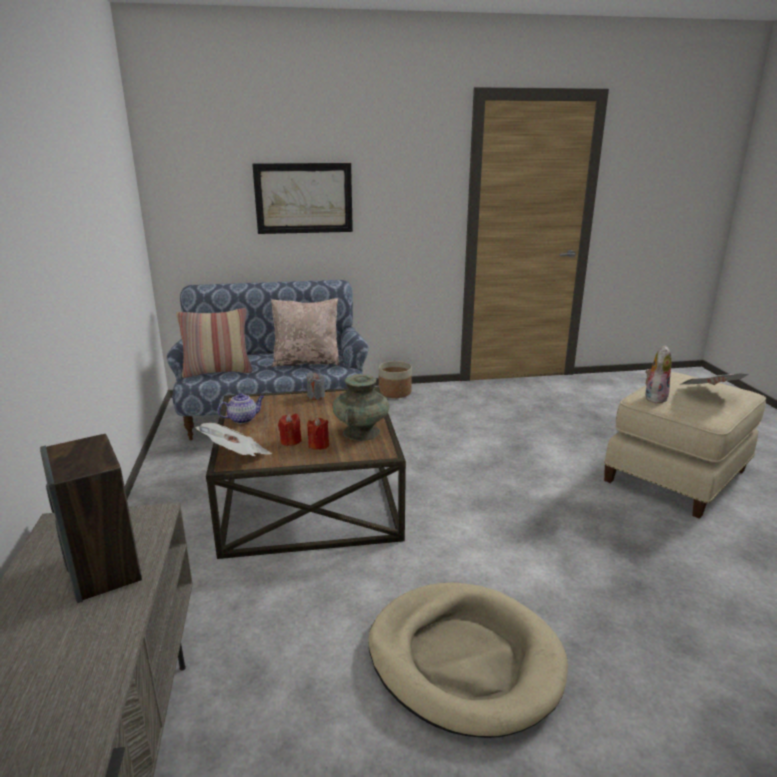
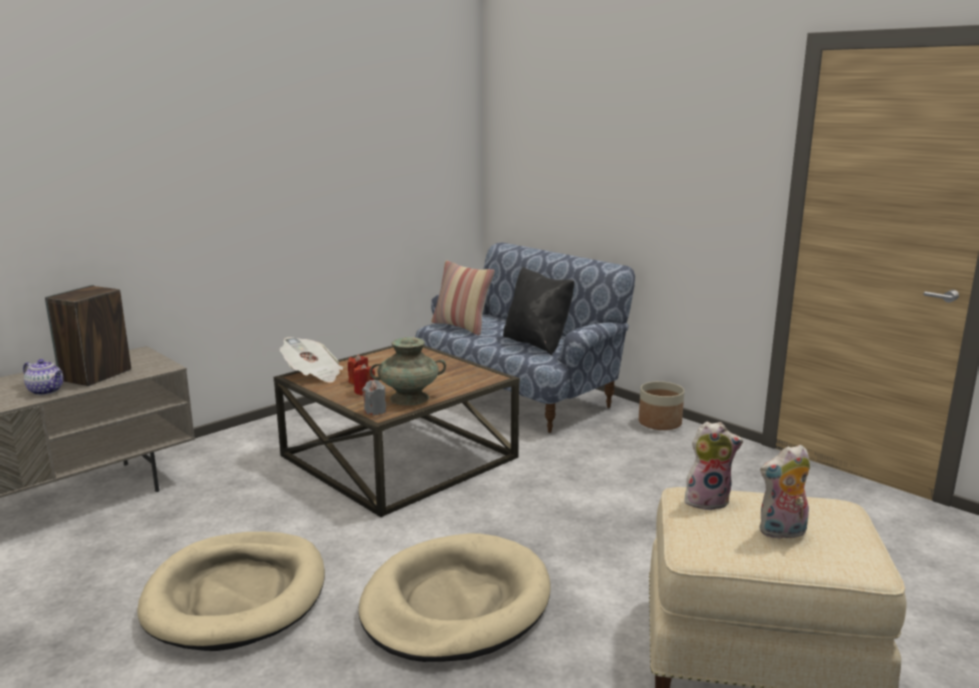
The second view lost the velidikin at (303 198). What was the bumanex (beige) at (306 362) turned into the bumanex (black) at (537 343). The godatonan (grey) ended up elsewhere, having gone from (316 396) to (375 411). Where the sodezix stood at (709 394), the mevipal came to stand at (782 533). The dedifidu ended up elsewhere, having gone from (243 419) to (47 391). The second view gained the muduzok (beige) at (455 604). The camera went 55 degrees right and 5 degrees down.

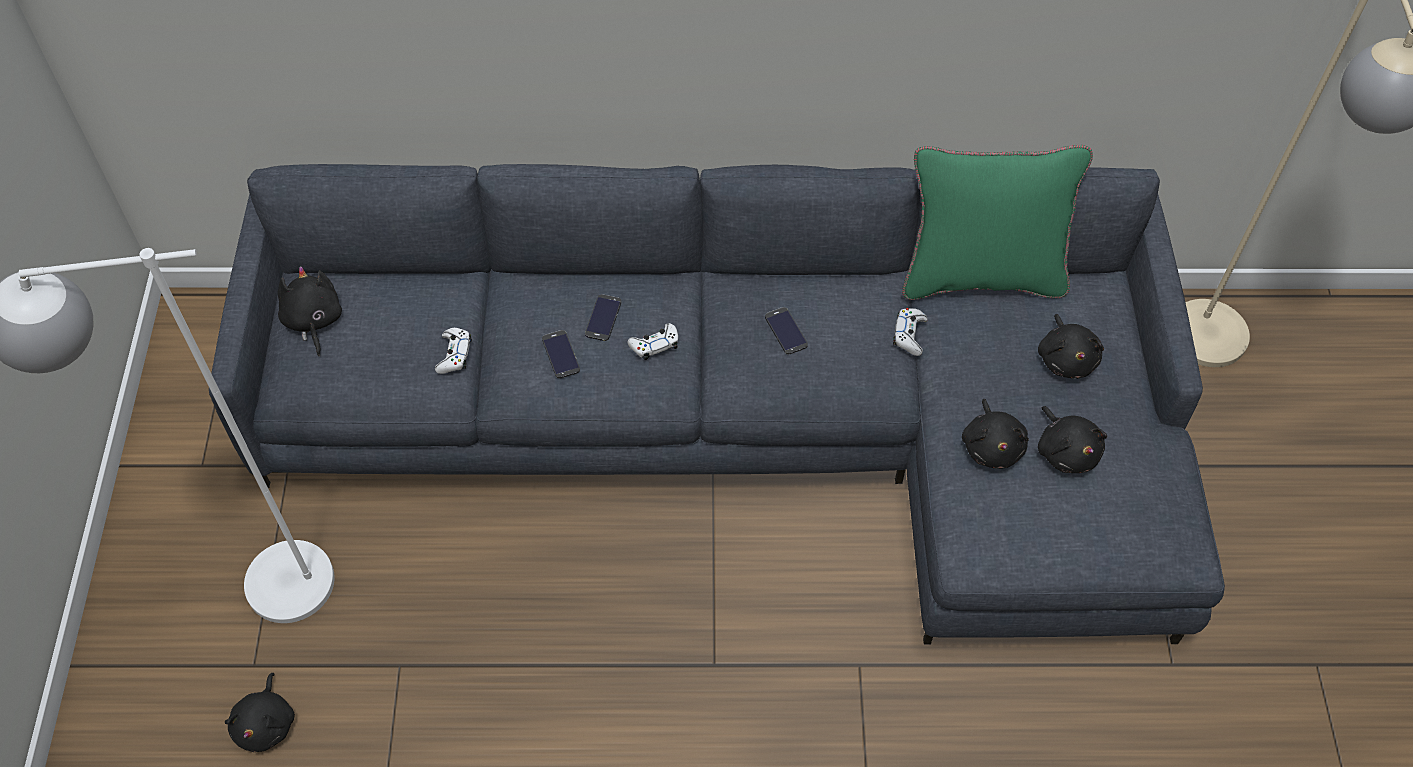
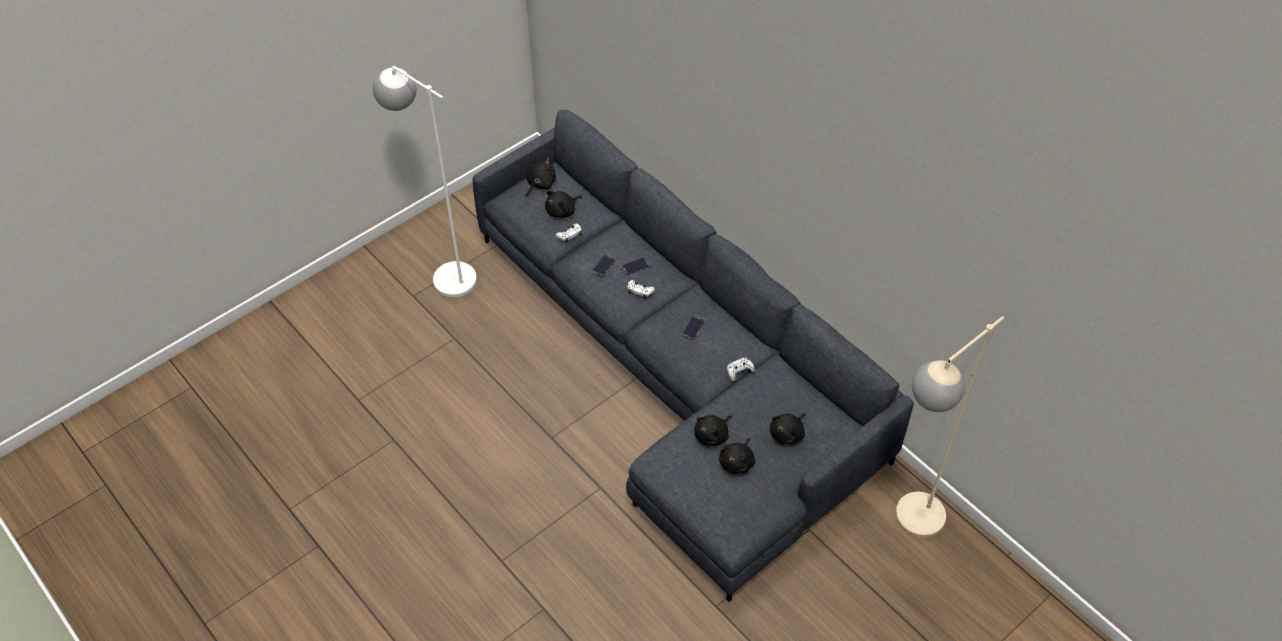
The second view lost the bumanex (green) at (980 275). The mevipal (black) ended up elsewhere, having gone from (266 723) to (562 211). The camera went 50 degrees right and 5 degrees down.

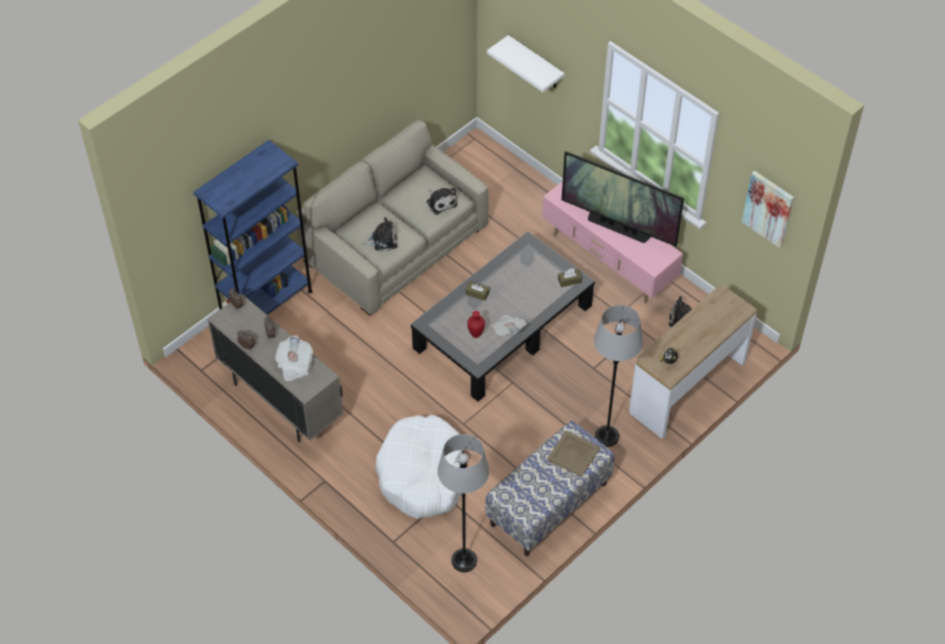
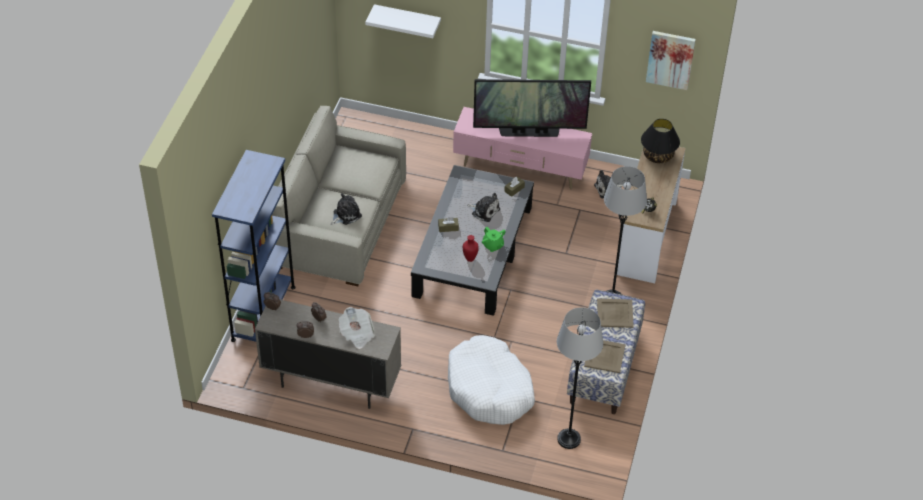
The mevipal ended up elsewhere, having gone from (441 202) to (484 211). Where the sodezix stood at (507 330), the dedifidu (green) came to stand at (493 246). The second view gained the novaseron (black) at (657 156). The second view gained the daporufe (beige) at (604 355). The camera went 30 degrees left and 5 degrees down.

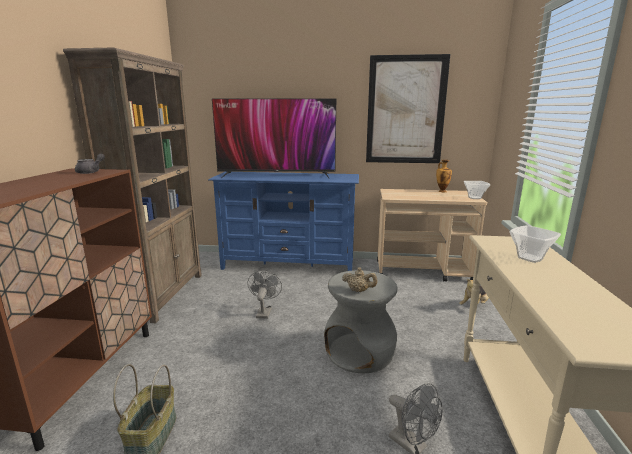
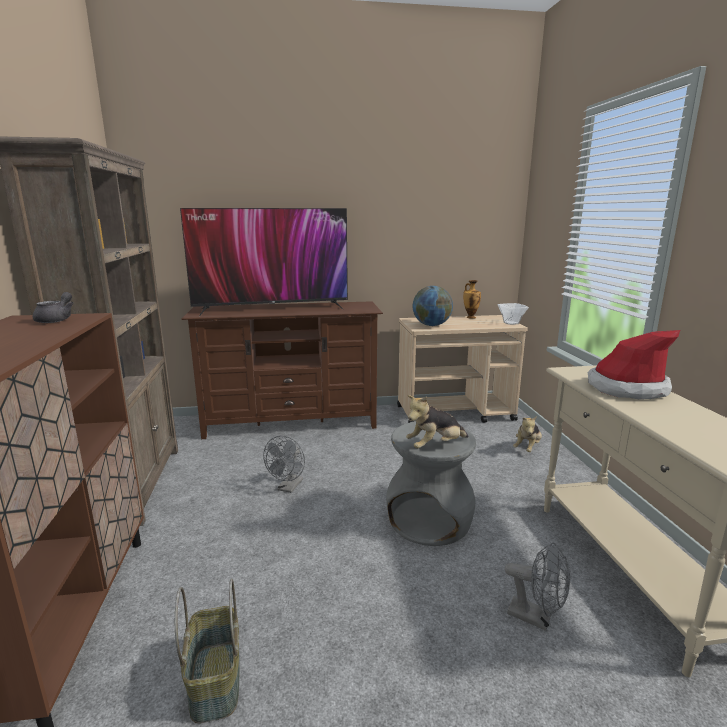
The second view lost the velidikin at (405 110). What was the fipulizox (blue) at (288 265) turned into the fipulizox (brown) at (291 423). Where the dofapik stood at (530 258), the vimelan came to stand at (626 388). Where the dedifidu (beige) stood at (359 290), the mevipal came to stand at (435 446). The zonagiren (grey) at (264 311) ended up facing another way, 150 degrees counterclockwise from before. The second view gained the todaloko at (431 325). The camera went 15 degrees left and 0 degrees up.

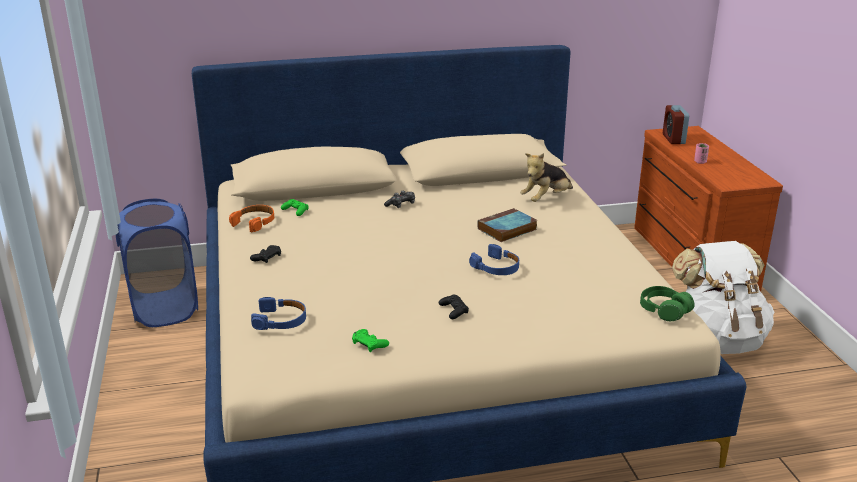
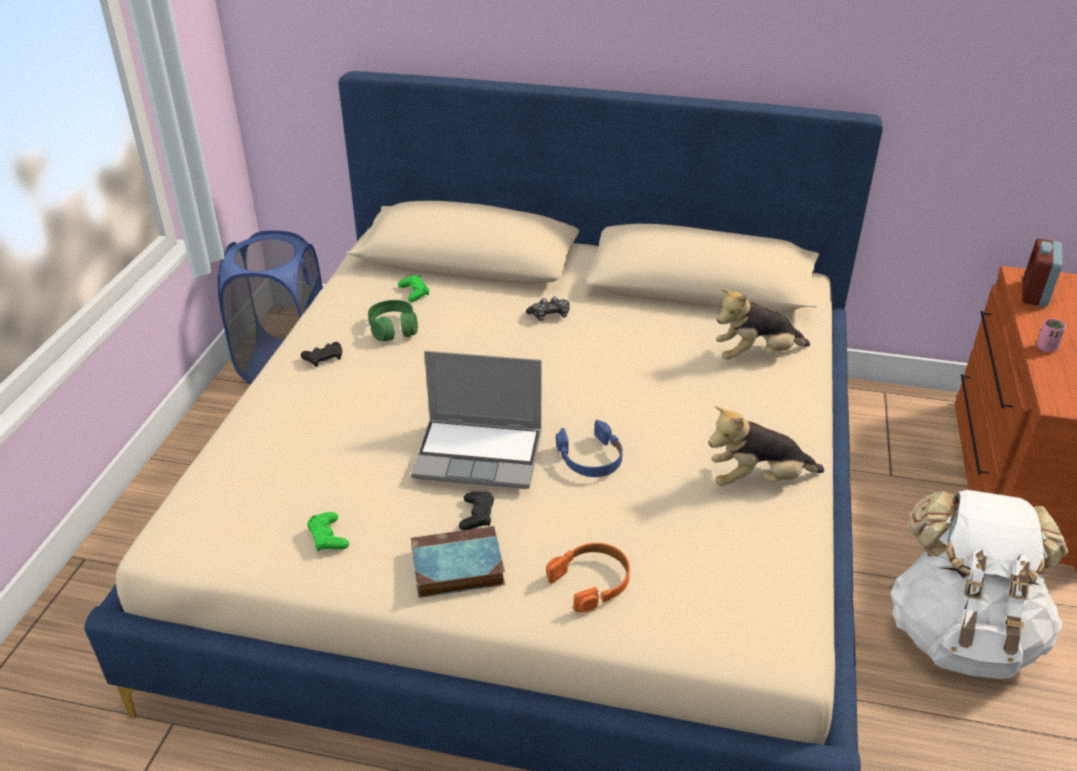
The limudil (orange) ended up elsewhere, having gone from (254 222) to (591 581). The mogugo ended up elsewhere, having gone from (506 229) to (455 568). The limudil (green) ended up elsewhere, having gone from (664 310) to (393 329). The second view lost the limudil (blue) at (280 320). The second view gained the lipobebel at (480 454). The second view gained the mevipal at (758 480). The camera went 25 degrees right and 10 degrees up.

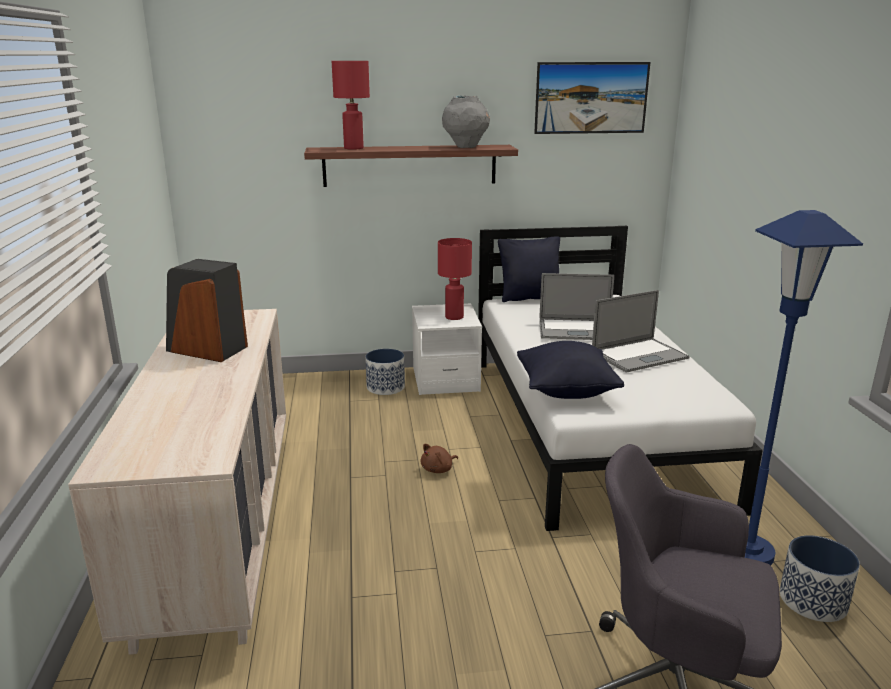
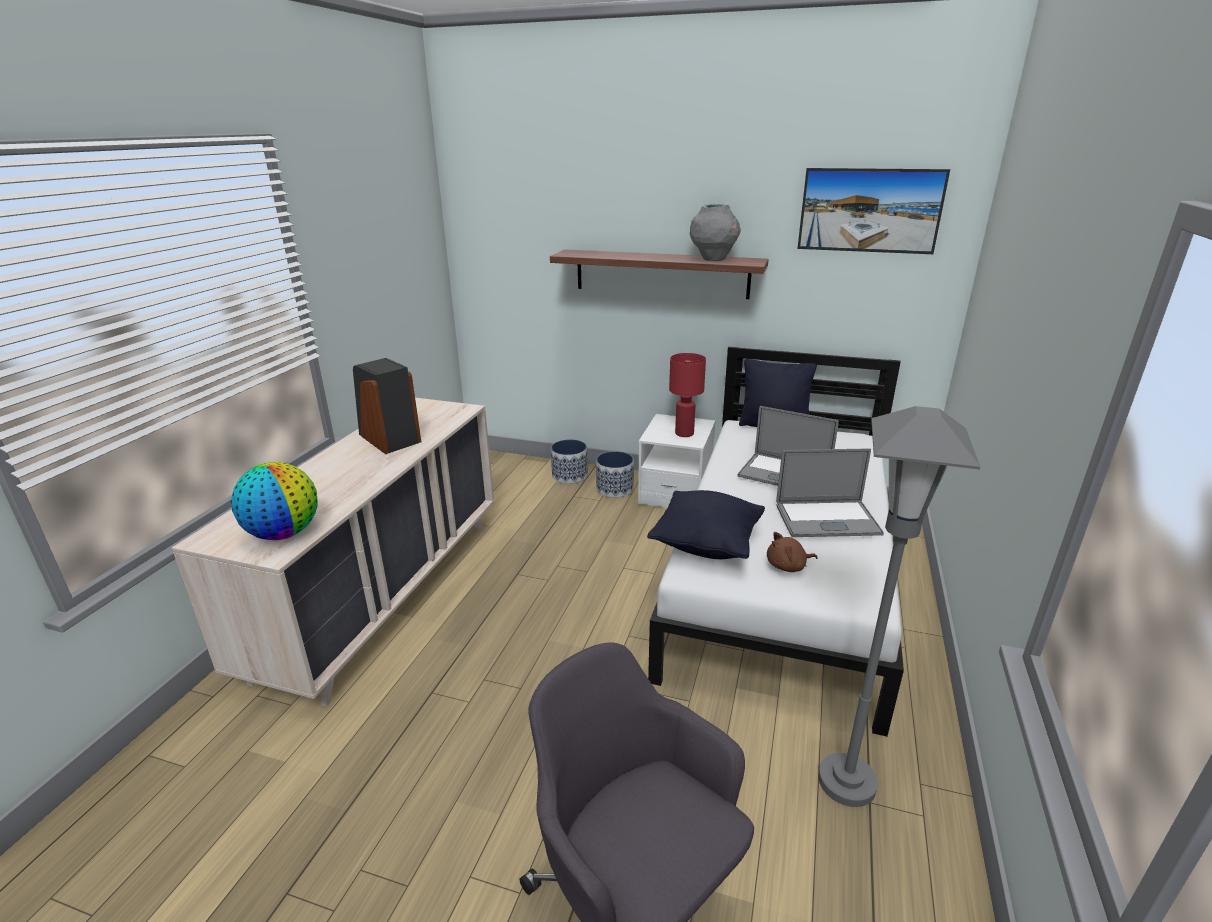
The second view lost the novaseron (red) at (353 148). What was the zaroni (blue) at (748 553) turned into the zaroni (grey) at (846 782). The mevipal (brown) ended up elsewhere, having gone from (438 469) to (788 566). The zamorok ended up elsewhere, having gone from (813 601) to (570 476). The second view gained the todaloko at (284 533). The camera went 25 degrees right and 5 degrees up.

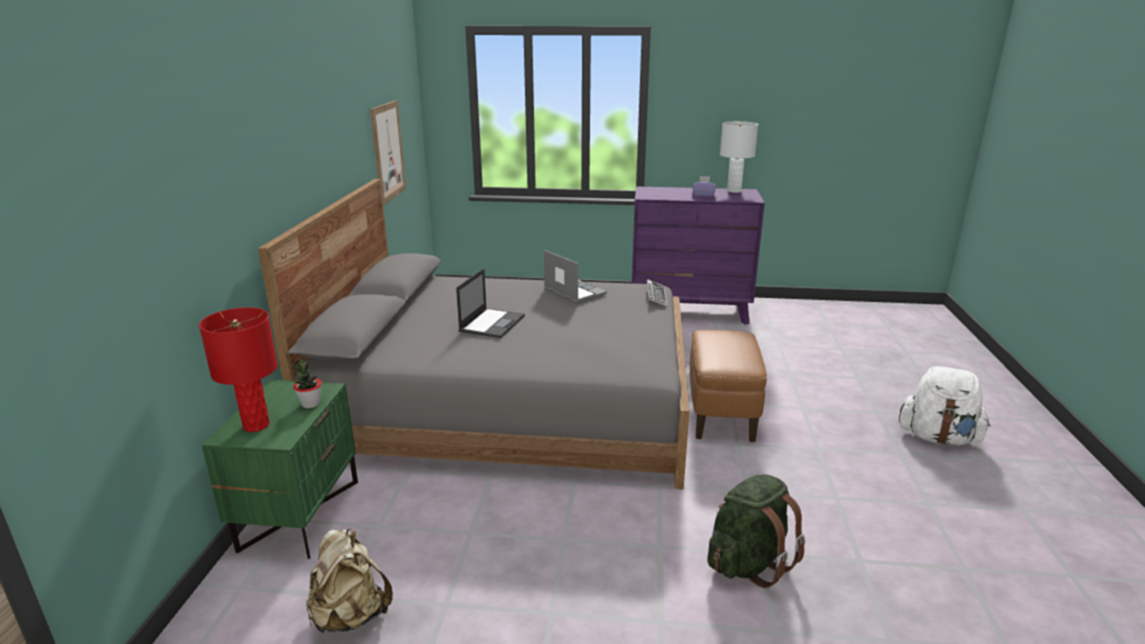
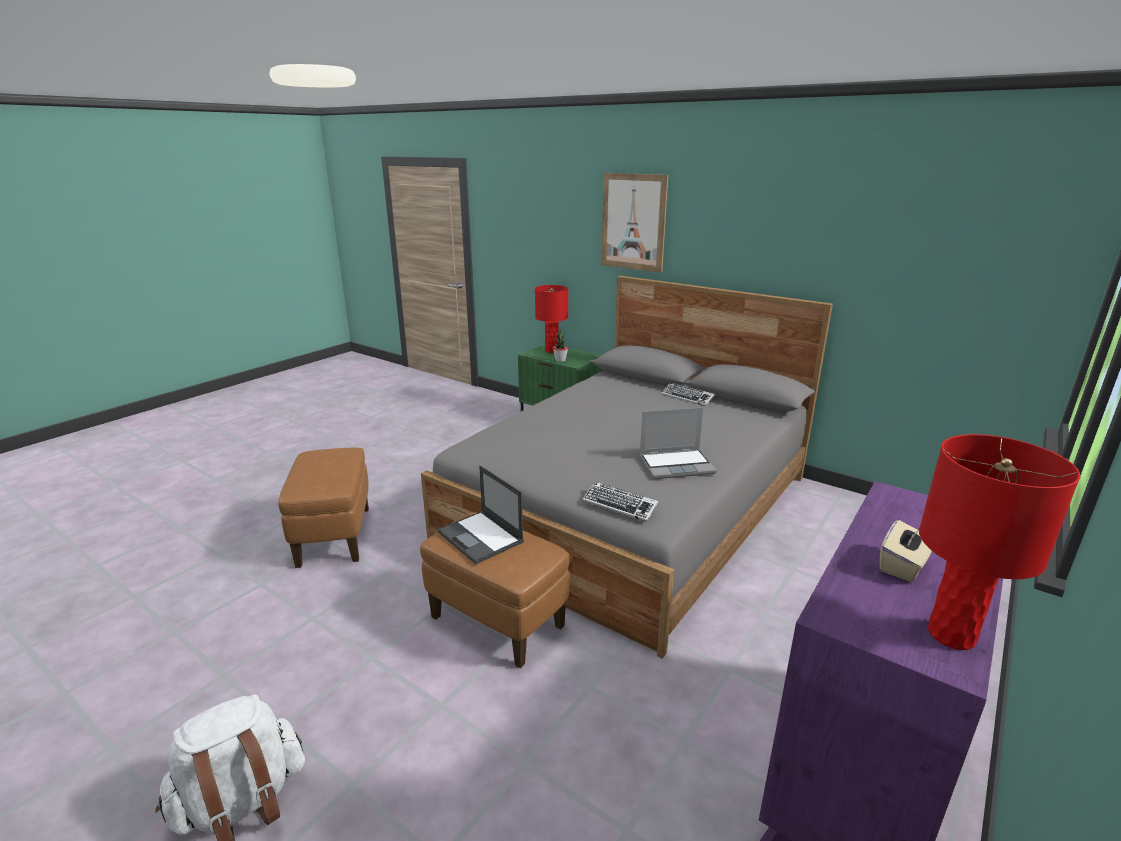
The velidikin ended up elsewhere, having gone from (388 152) to (633 222). What was the novaseron (white) at (734 191) turned into the novaseron (red) at (951 635). What was the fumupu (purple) at (703 195) turned into the fumupu (beige) at (902 566). The lipobebel ended up elsewhere, having gone from (492 323) to (481 537). Where the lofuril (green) stood at (748 562), the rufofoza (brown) came to stand at (334 536). The second view lost the lofuril (beige) at (350 615). The second view gained the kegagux at (687 397). The camera went 120 degrees right and 0 degrees up.

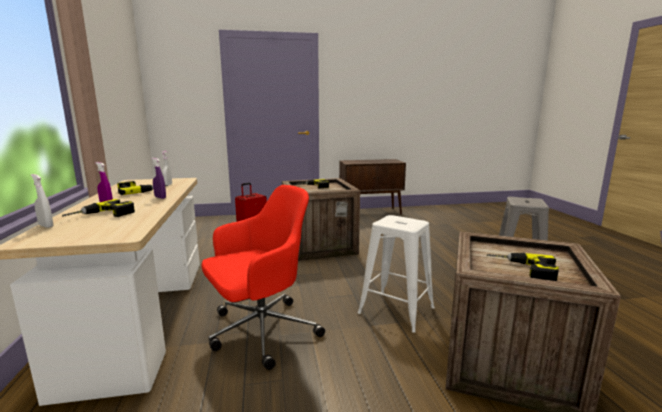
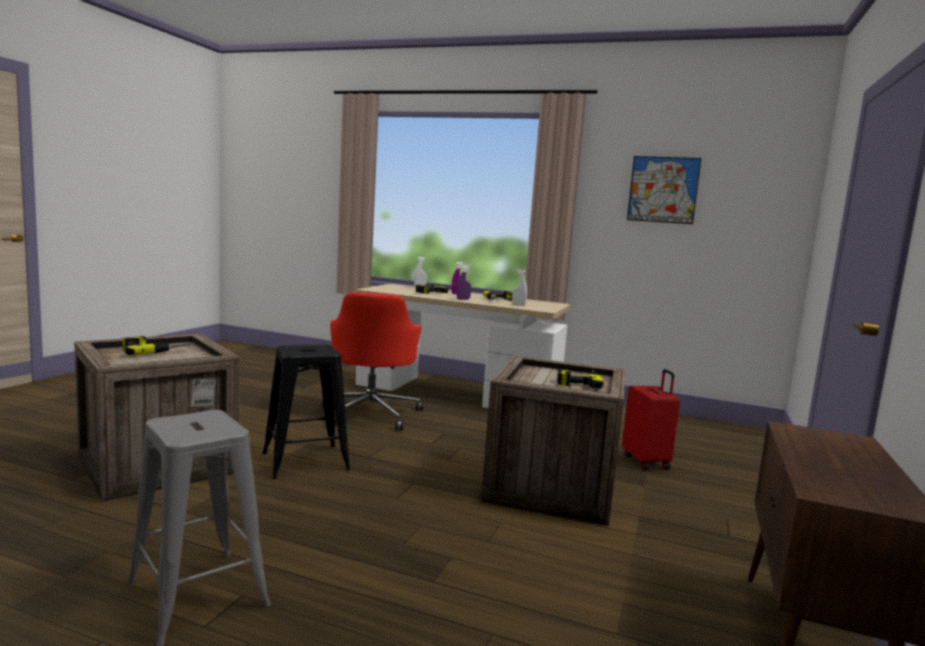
What was the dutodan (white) at (395 310) turned into the dutodan (black) at (306 461). The second view gained the velidikin at (663 189). The camera went 120 degrees right and 5 degrees down.

